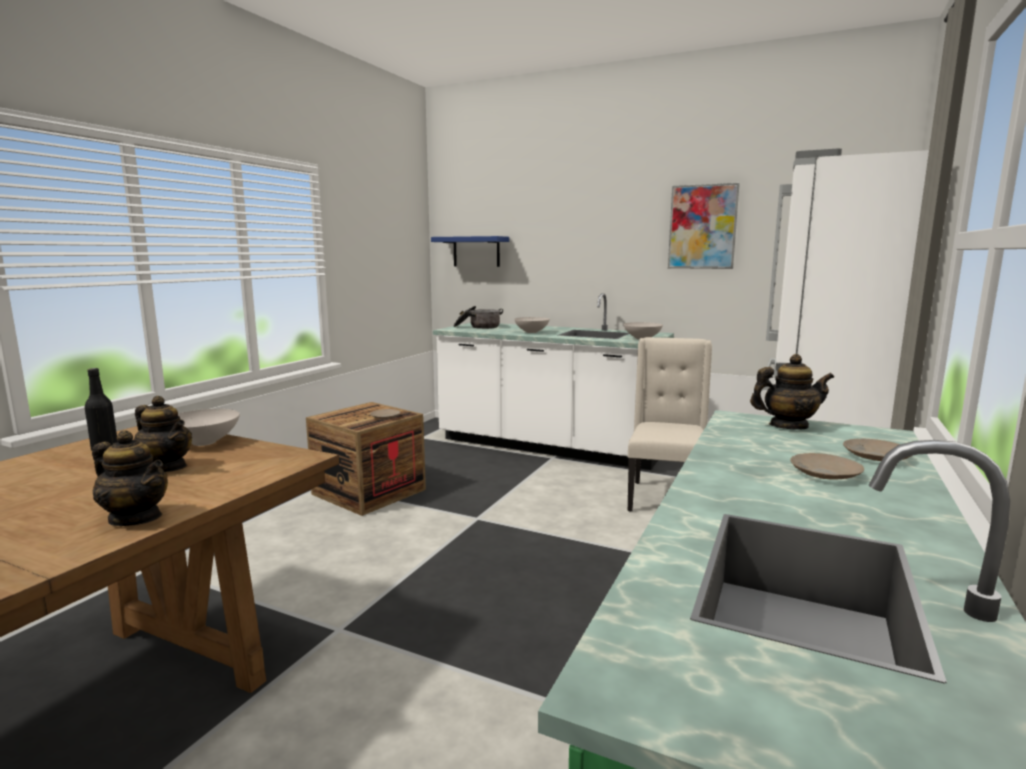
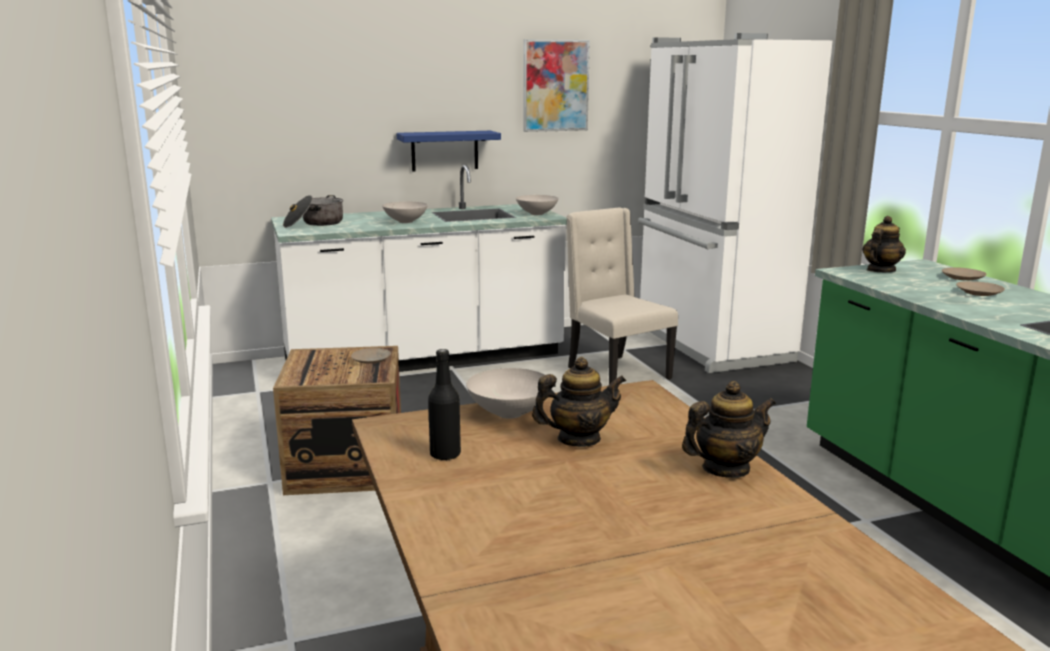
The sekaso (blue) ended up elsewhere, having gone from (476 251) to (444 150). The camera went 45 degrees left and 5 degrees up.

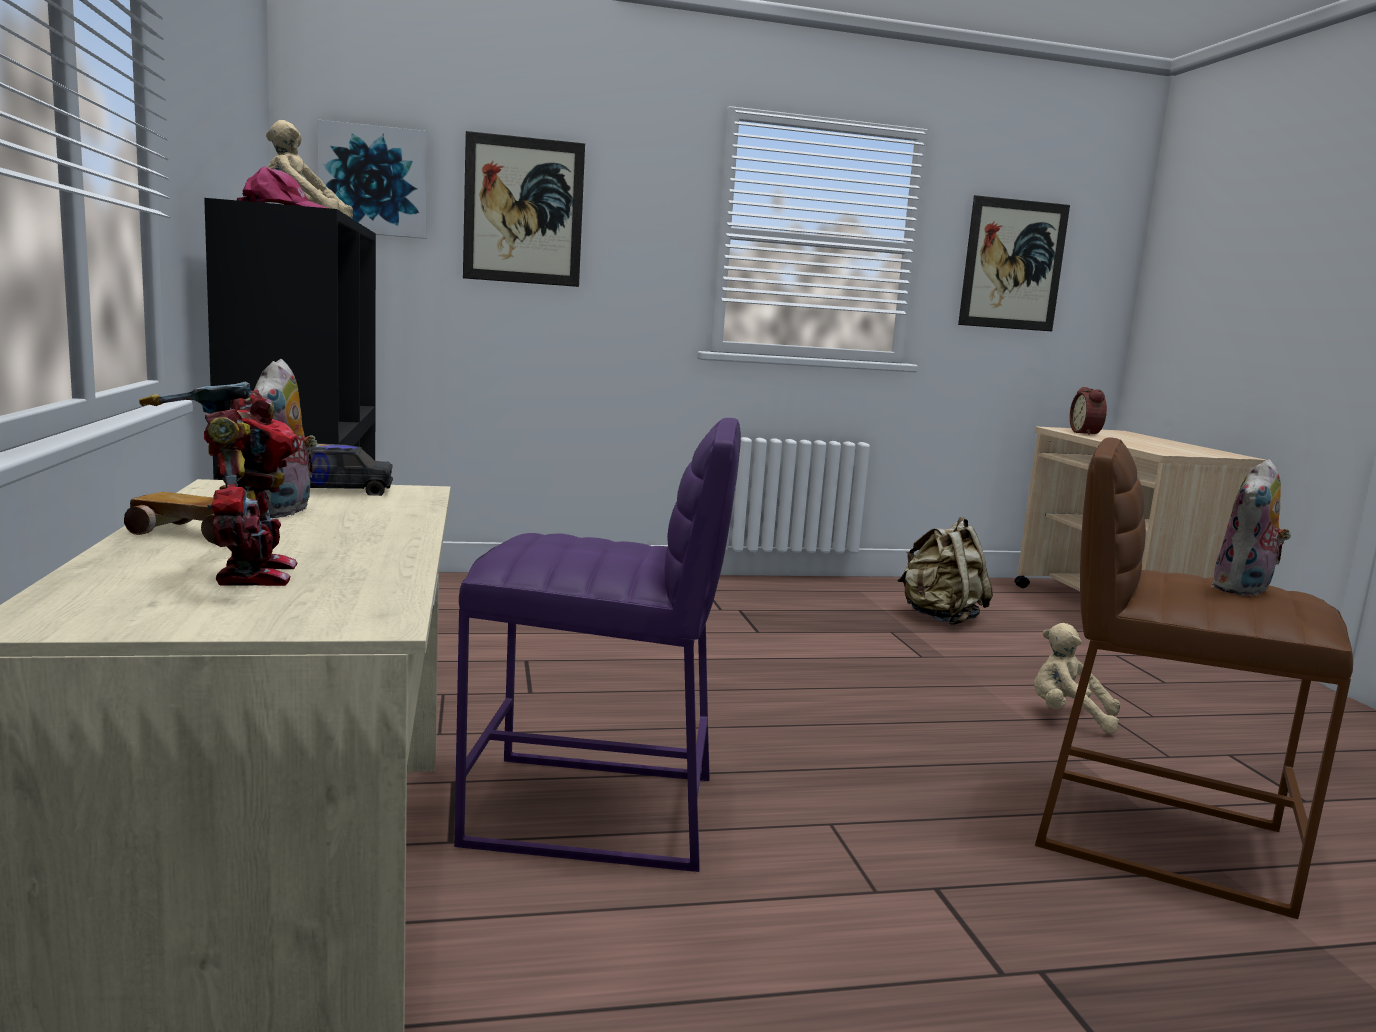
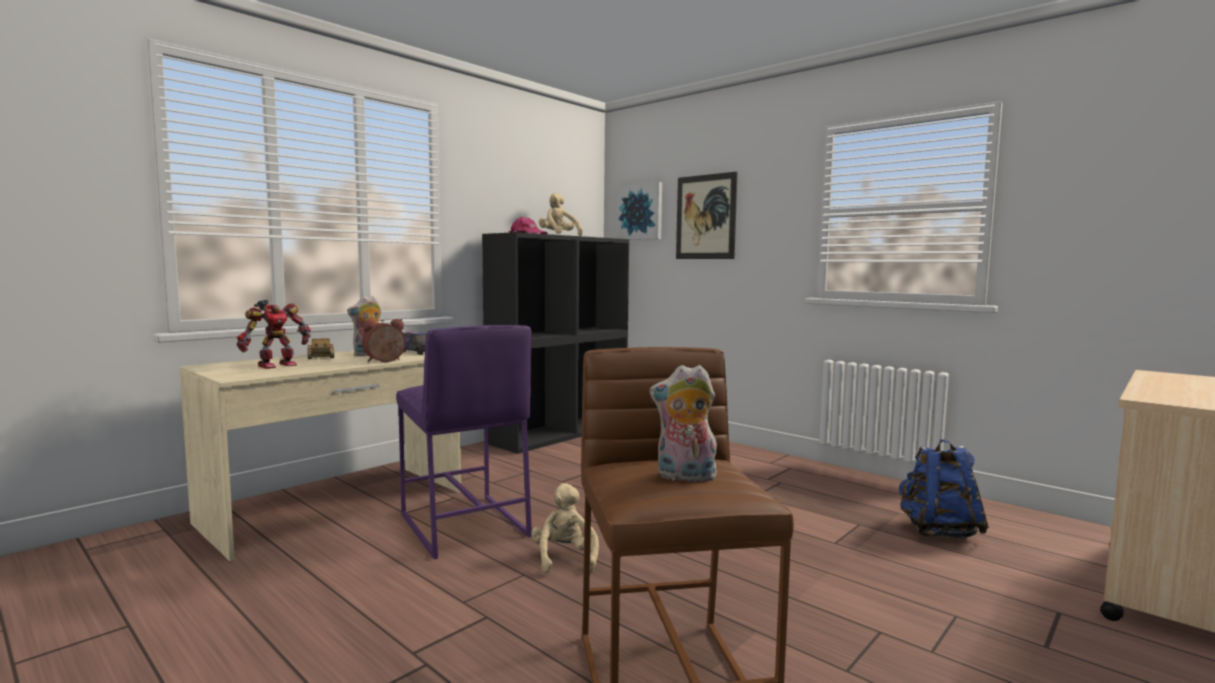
The second view lost the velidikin at (1013 265). The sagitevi ended up elsewhere, having gone from (1087 433) to (385 361). What was the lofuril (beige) at (940 618) turned into the lofuril (blue) at (938 531). The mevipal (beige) ended up elsewhere, having gone from (1068 716) to (564 558). The camera went 55 degrees right and 5 degrees down.

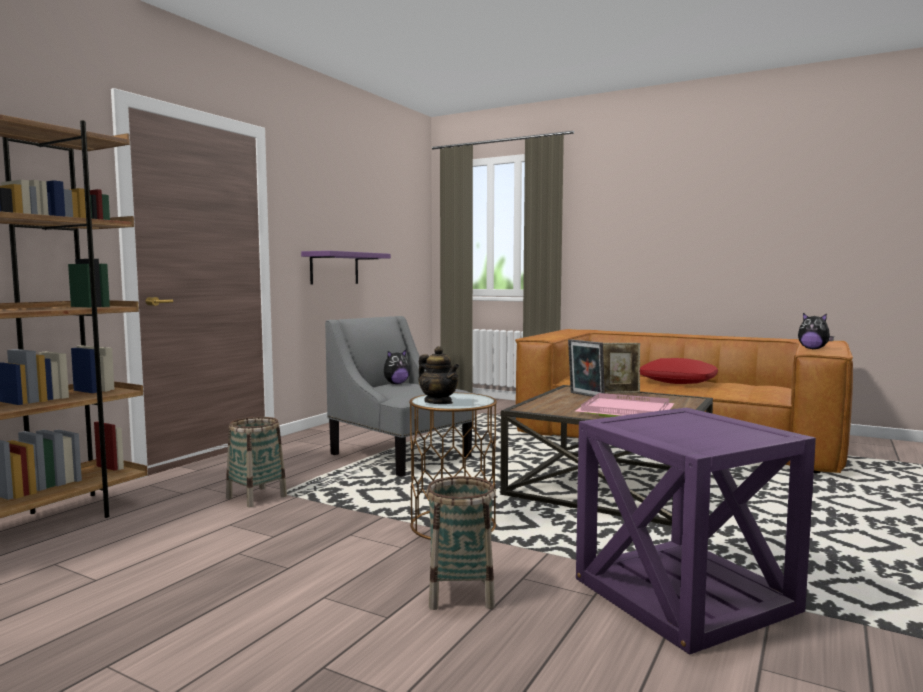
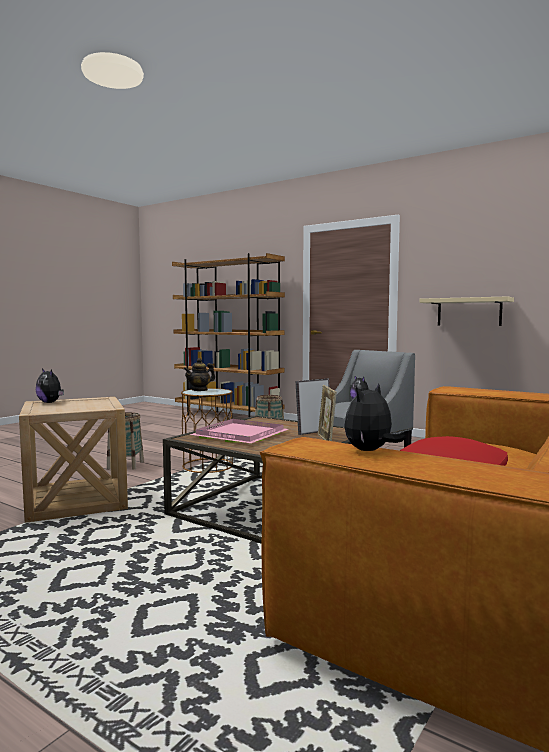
What was the sekaso (purple) at (334 268) turned into the sekaso (beige) at (469 312). What was the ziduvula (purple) at (684 594) turned into the ziduvula (beige) at (76 501). The second view gained the mevipal at (50 402). The camera went 95 degrees right and 0 degrees up.

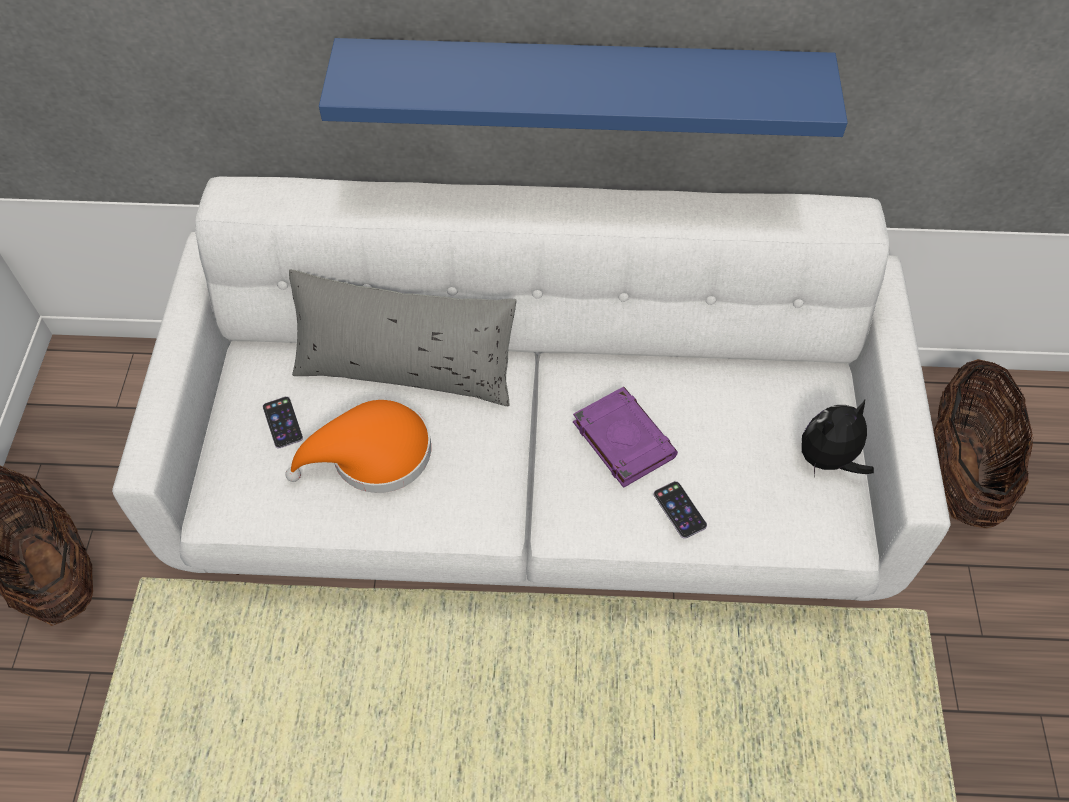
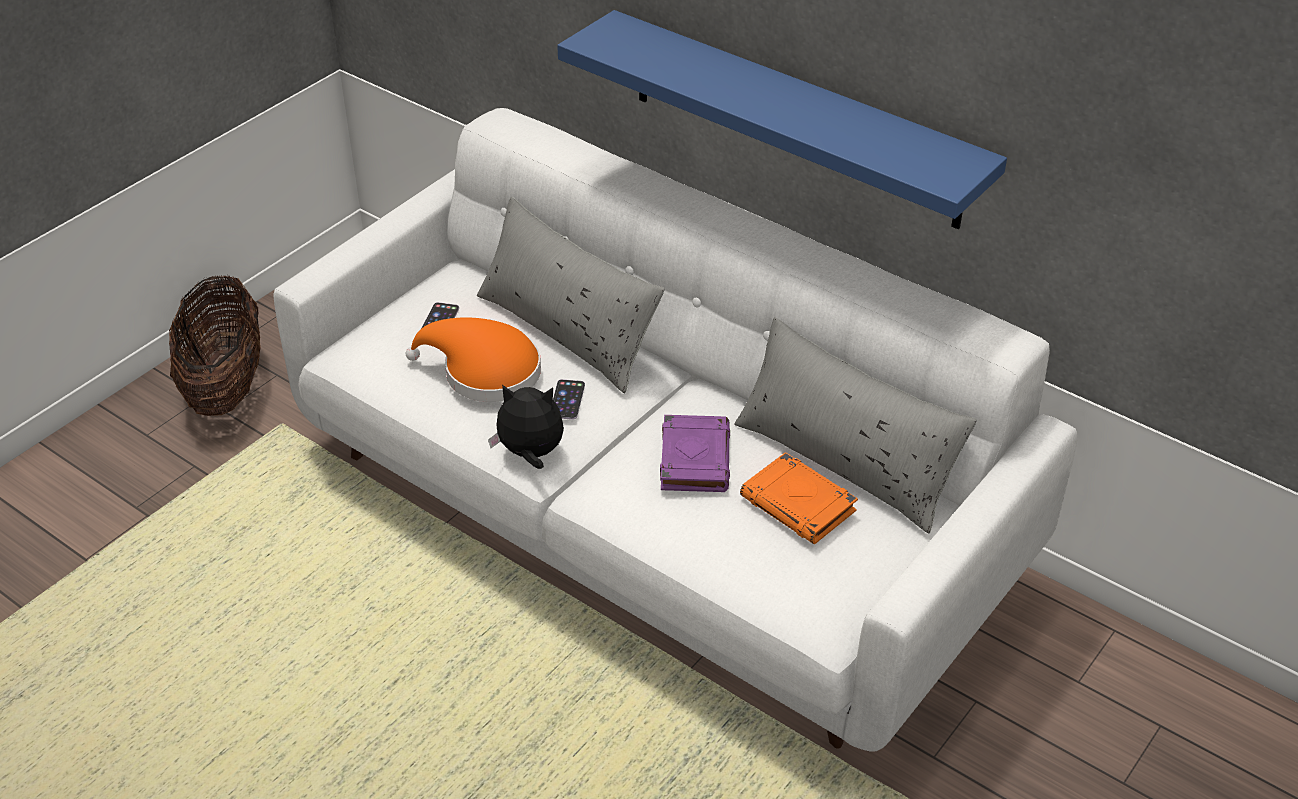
The second view lost the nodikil at (960 471). The mevipal ended up elsewhere, having gone from (828 460) to (530 454). The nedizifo ended up elsewhere, having gone from (679 510) to (567 400). The second view gained the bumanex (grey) at (845 461). The second view gained the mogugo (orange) at (799 505). The camera went 35 degrees right and 15 degrees down.

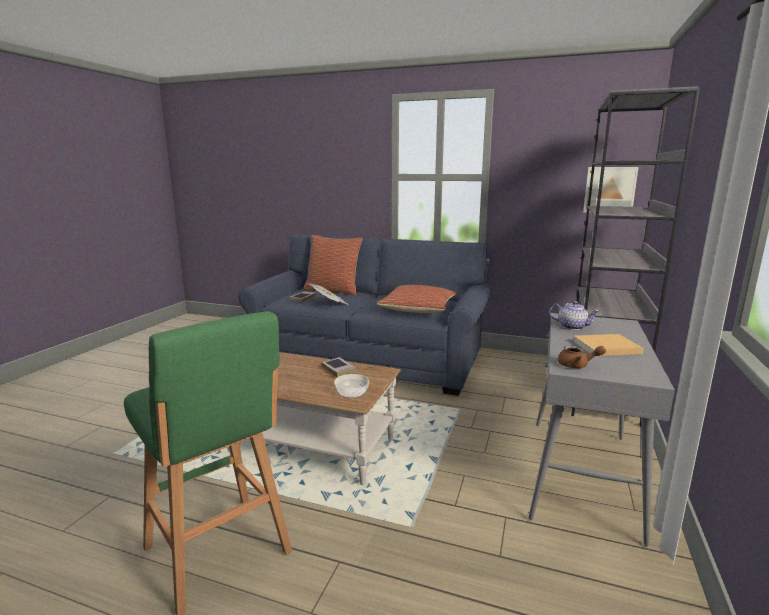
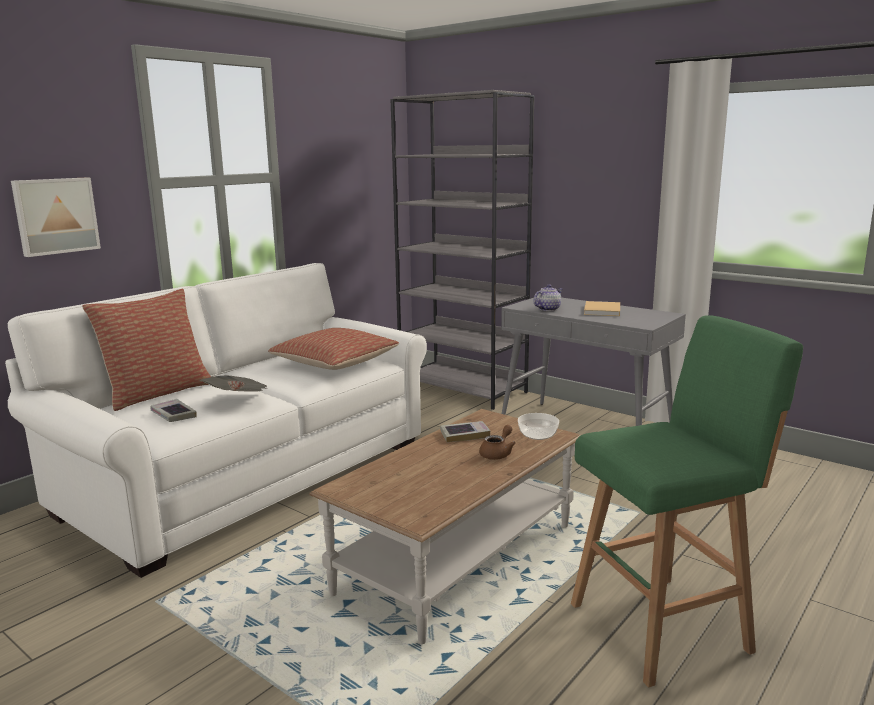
The velidikin ended up elsewhere, having gone from (609 190) to (55 216). What was the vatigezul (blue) at (369 360) turned into the vatigezul (white) at (250 477). The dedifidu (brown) ended up elsewhere, having gone from (577 365) to (497 454). The camera went 70 degrees left and 0 degrees up.

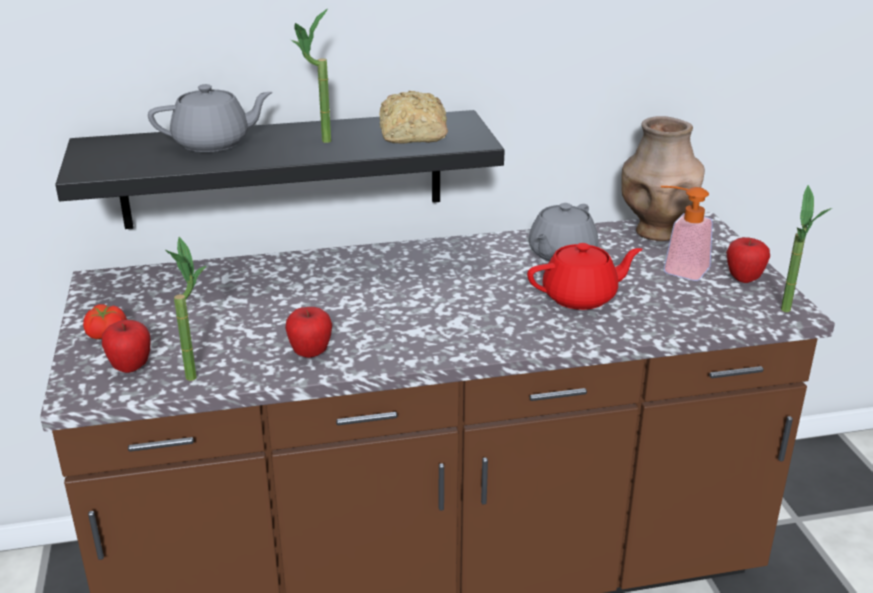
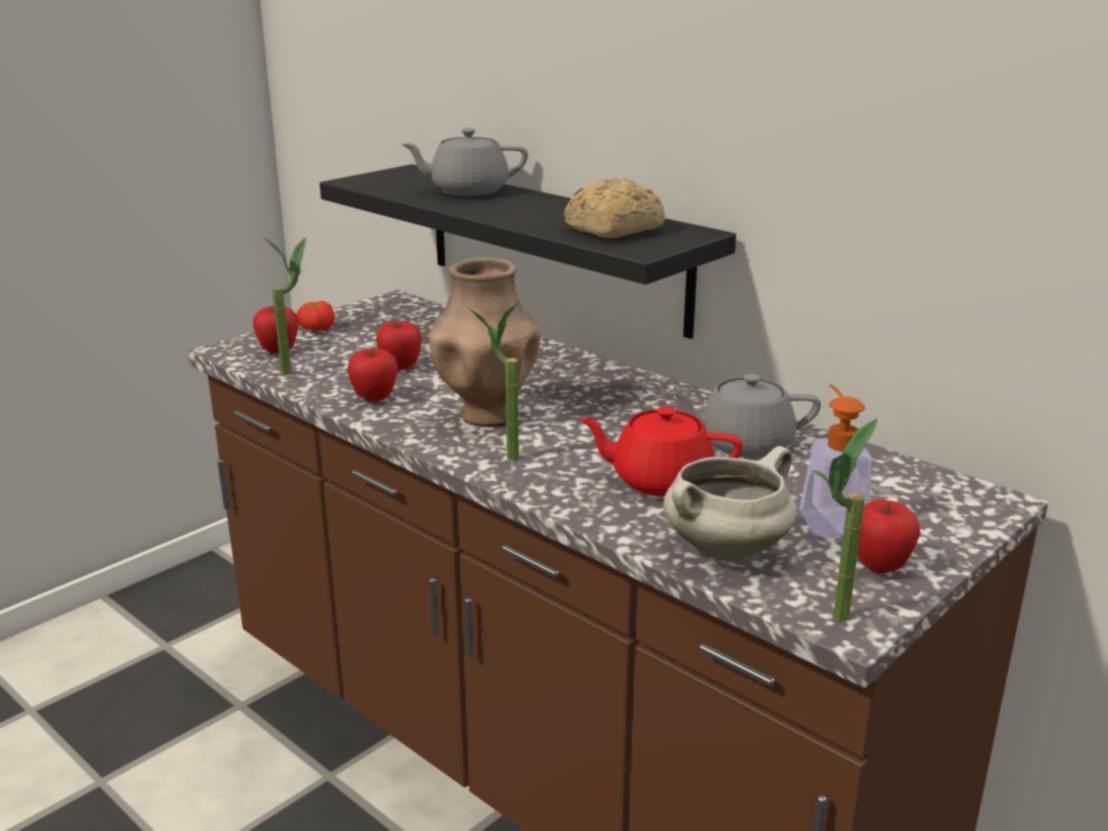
The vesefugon ended up elsewhere, having gone from (318 143) to (501 456). The dedifidu (grey) at (213 143) ended up facing another way, 135 degrees clockwise from before. The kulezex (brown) ended up elsewhere, having gone from (656 232) to (488 415). The dedifidu (red) at (581 297) ended up facing another way, 150 degrees clockwise from before. The second view gained the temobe at (400 368). The second view gained the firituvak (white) at (727 548). The camera went 55 degrees right and 5 degrees down.

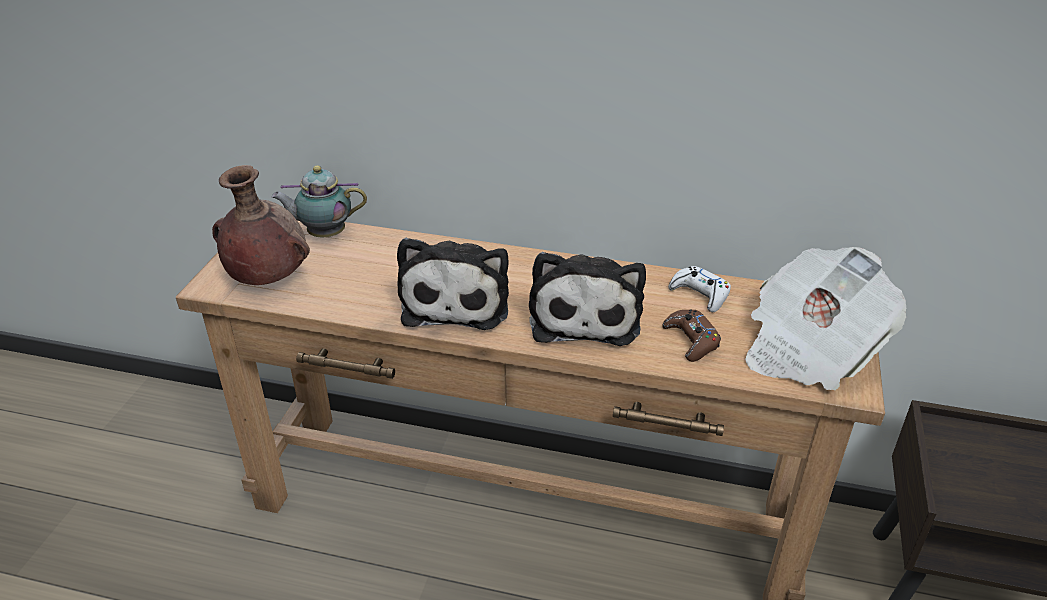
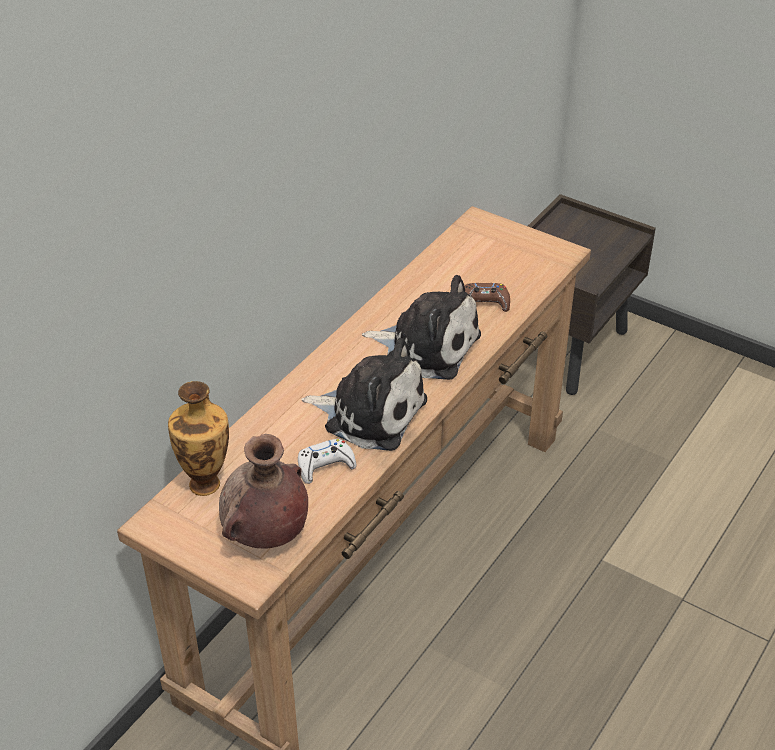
Where the dedifidu stood at (324 234), the kulezex came to stand at (206 482). The second view lost the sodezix at (810 348). The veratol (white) ended up elsewhere, having gone from (700 294) to (325 466). The camera went 70 degrees left and 5 degrees up.

